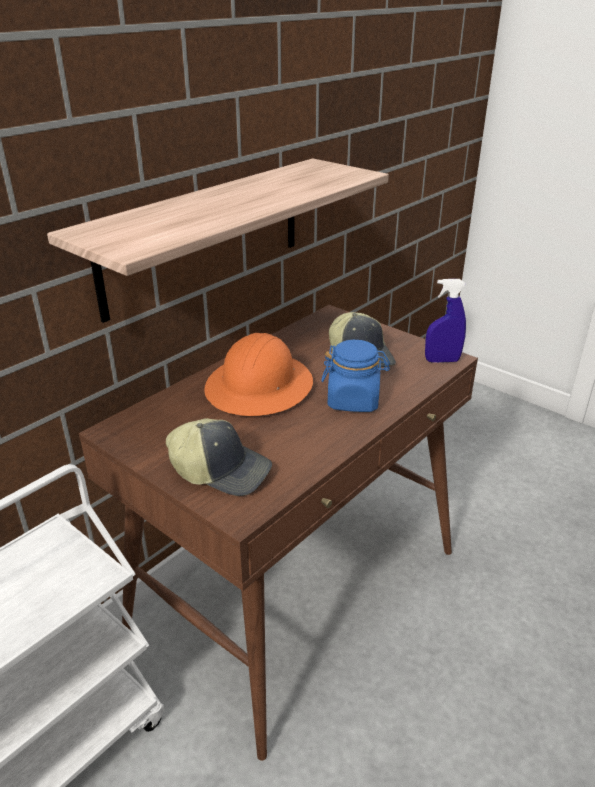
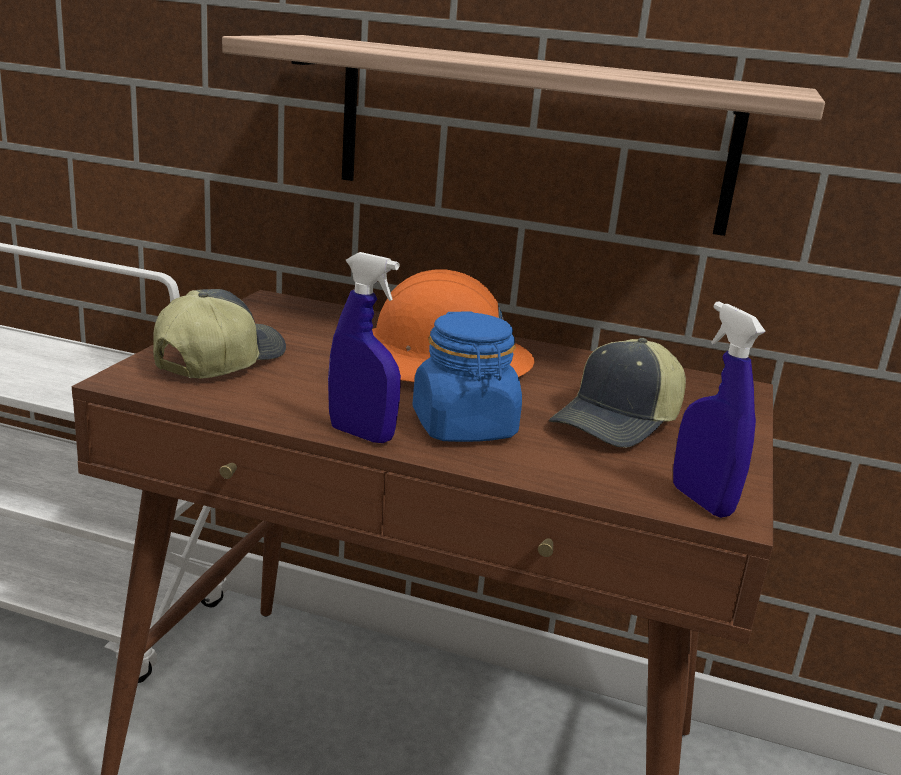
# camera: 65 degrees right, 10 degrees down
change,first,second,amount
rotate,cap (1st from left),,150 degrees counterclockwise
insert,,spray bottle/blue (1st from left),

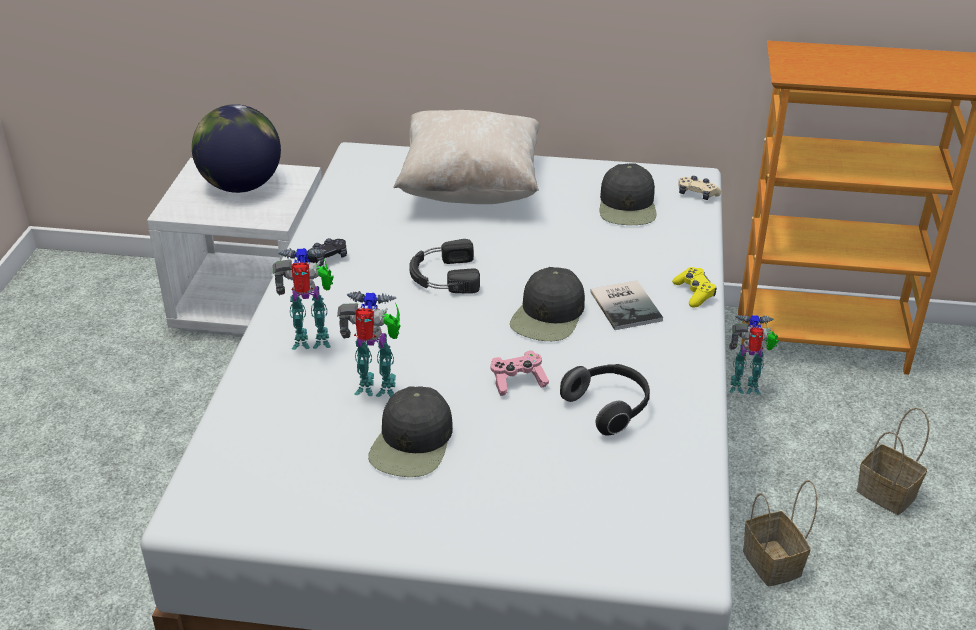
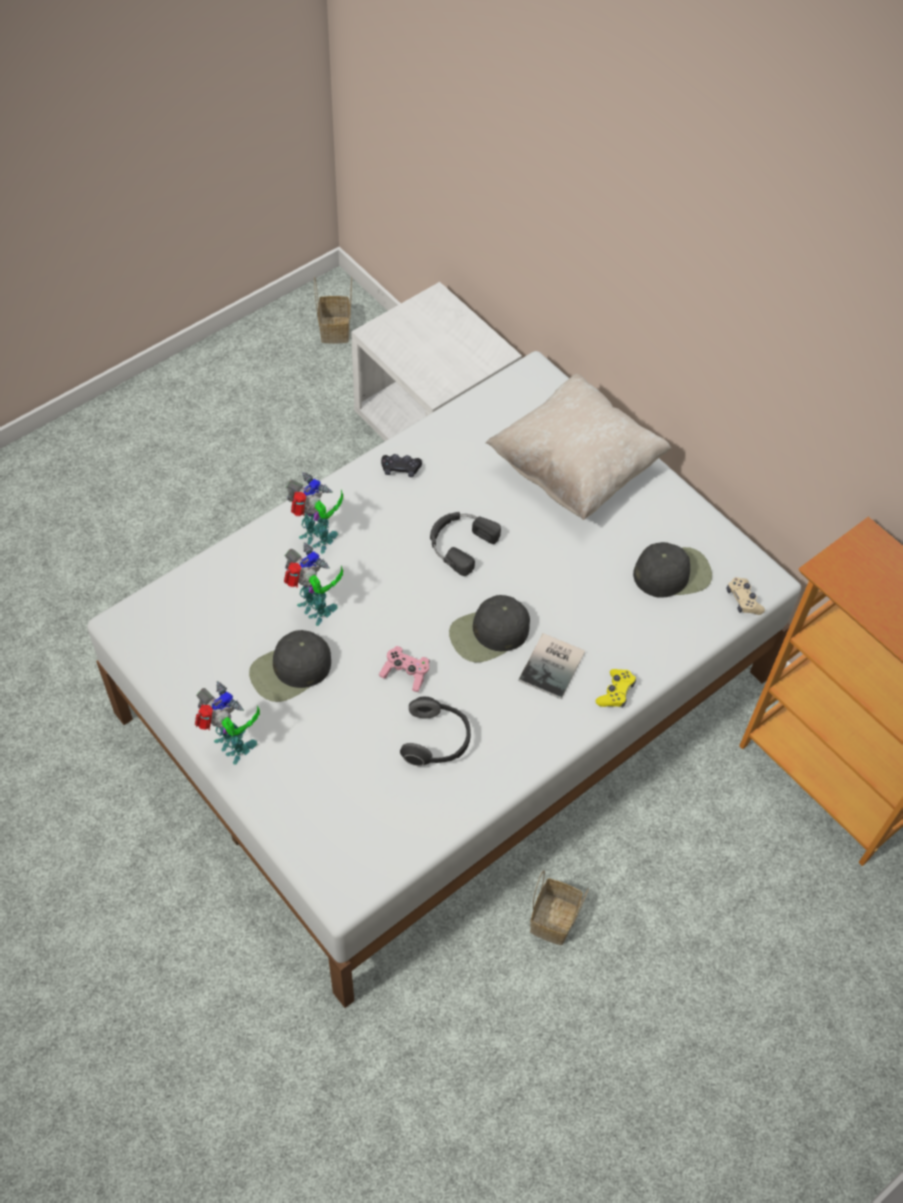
# camera: 40 degrees right, 20 degrees up
change,first,second,amount
move,toy robot (3rd from left in the first image),toy robot (1st from left),
move,basket (2nd from left in the first image),basket (1st from left),
rotate,cap/black (3rd from left),,150 degrees counterclockwise
delete,globe,,

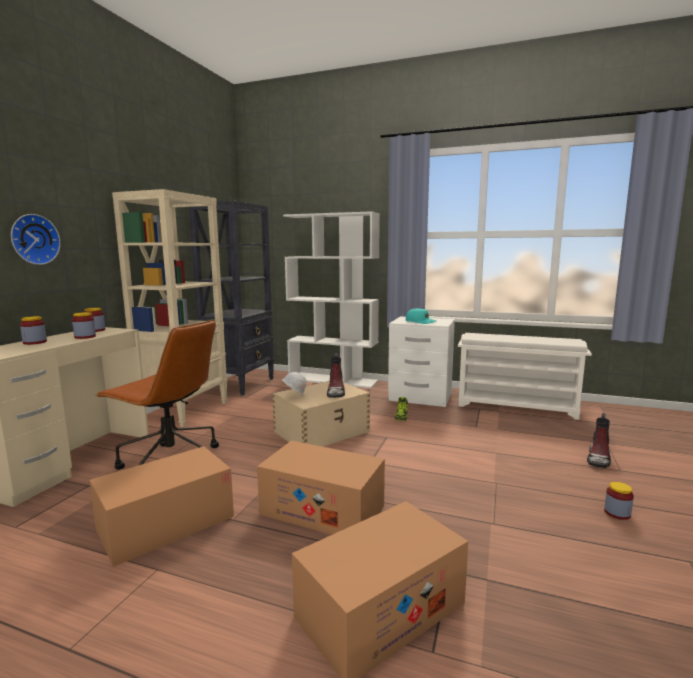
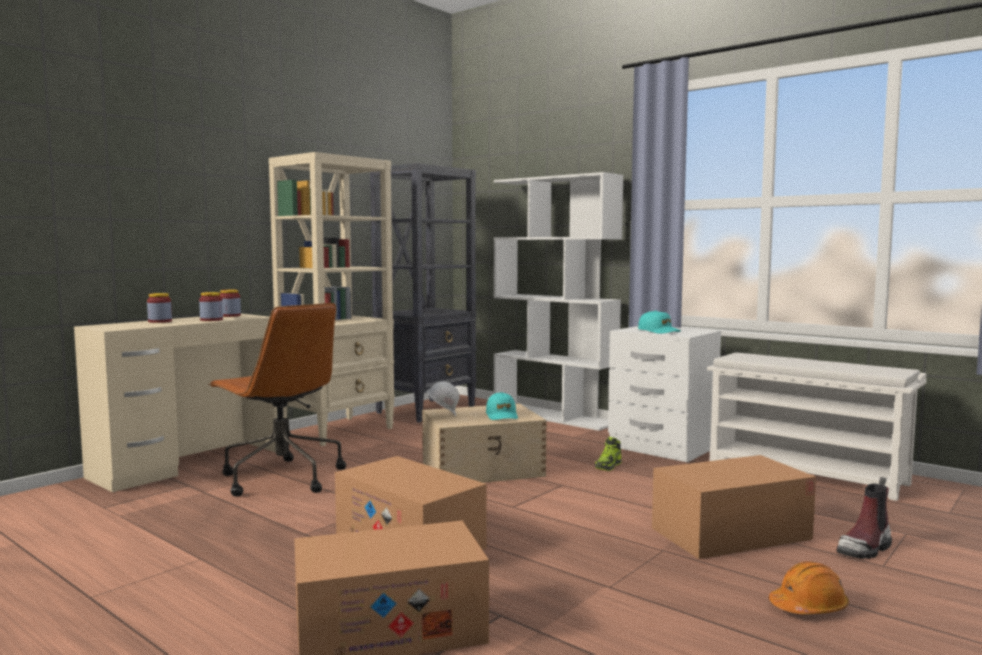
# camera: 20 degrees right, 5 degrees down
change,first,second,amount
replace,boot (1st from left),cap/turquoise (1st from left),
move,cardboard box (1st from left in the first image),cardboard box (3rd from left),
replace,jar (4th from left),hard hat/orange,
delete,wall clock,,

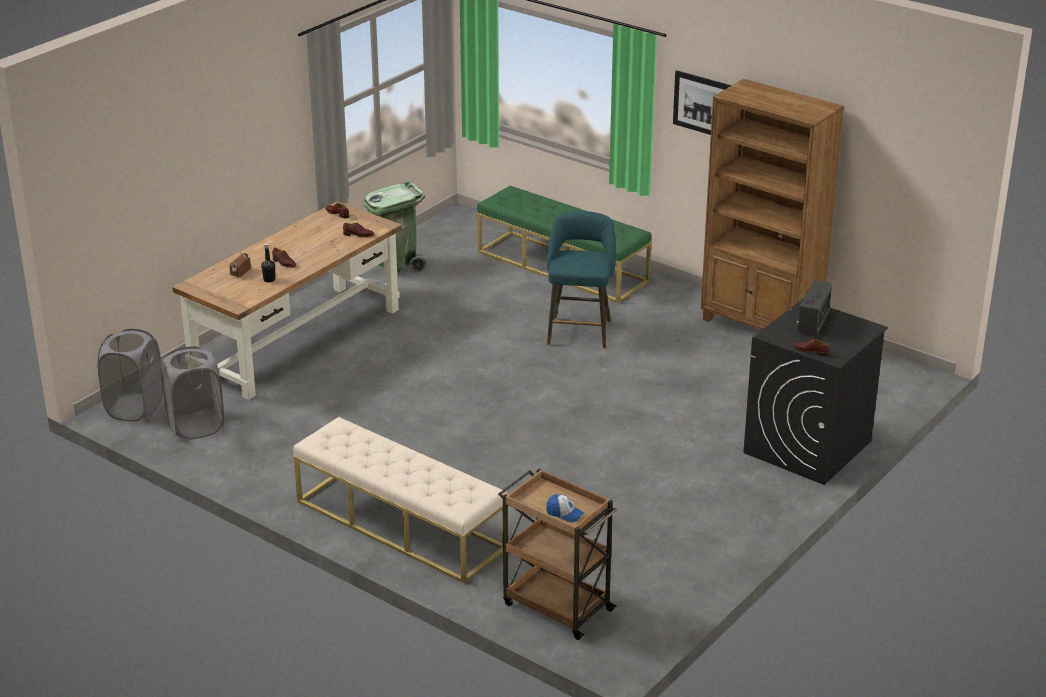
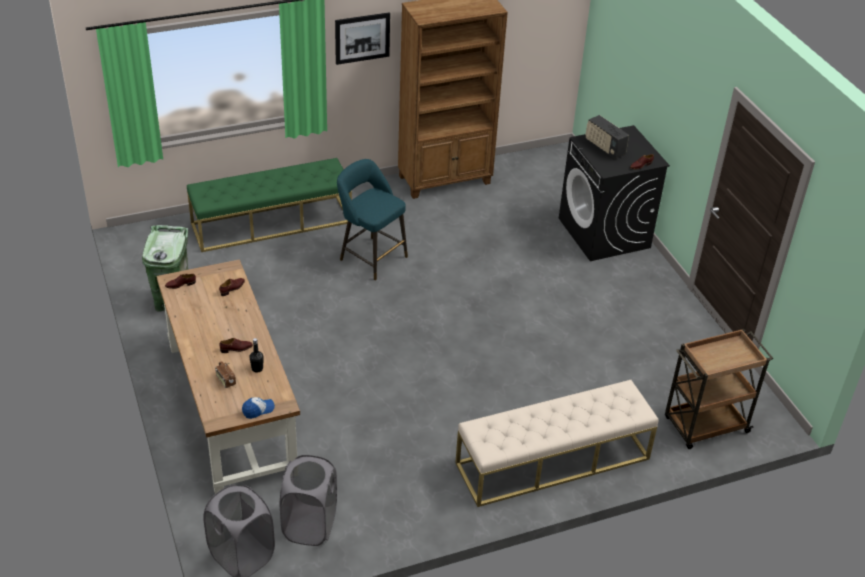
# camera: 60 degrees left, 10 degrees up
change,first,second,amount
move,cap,,

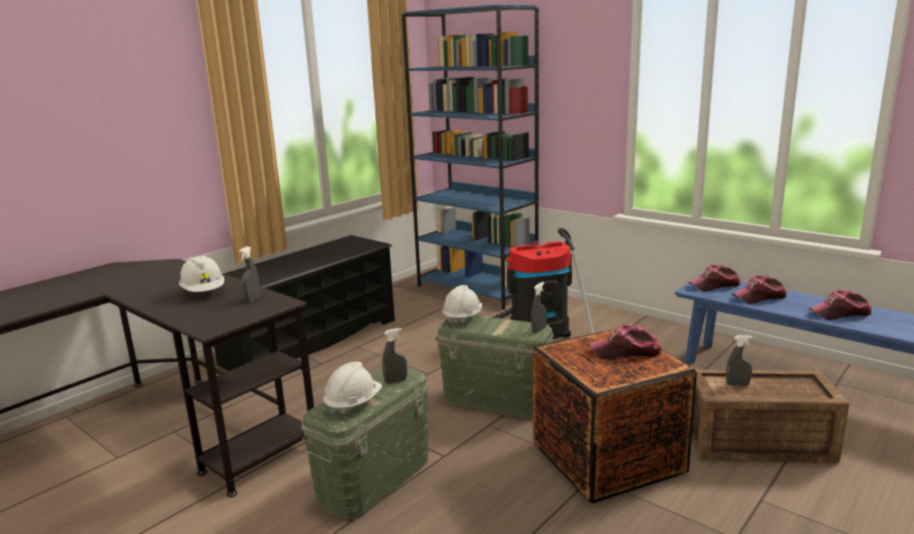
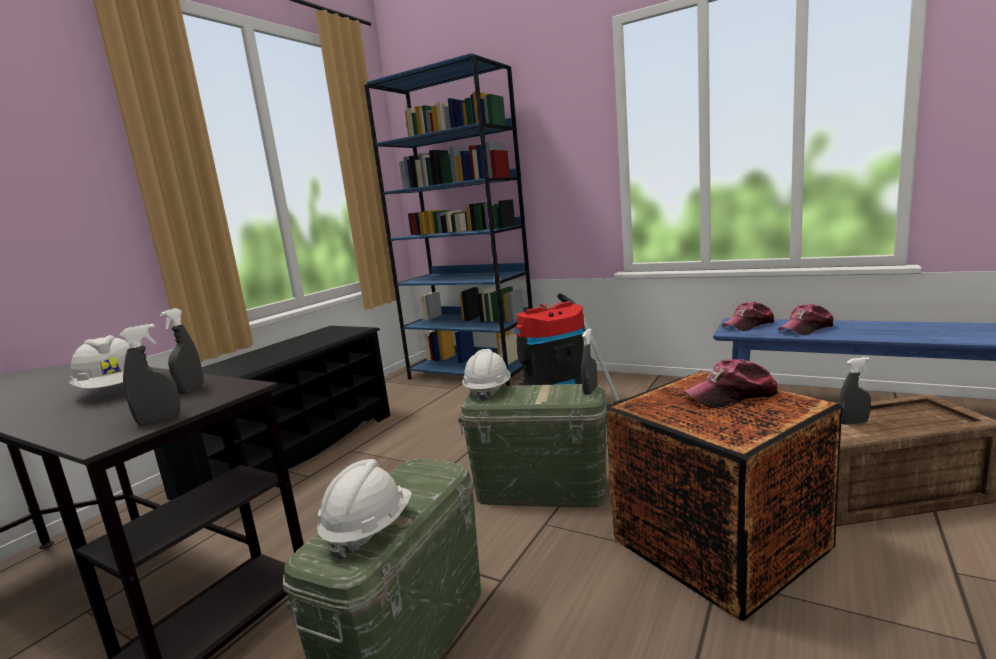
# camera: 10 degrees left, 5 degrees down
change,first,second,amount
move,spray bottle/grey (2nd from left in the first image),spray bottle/grey (1st from left),
delete,cap (4th from left),,

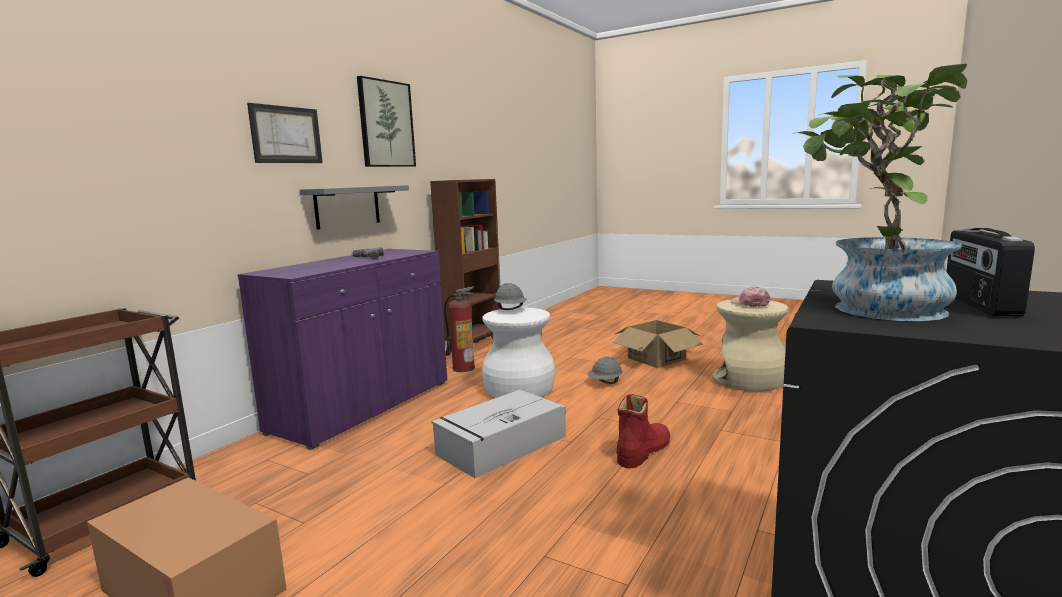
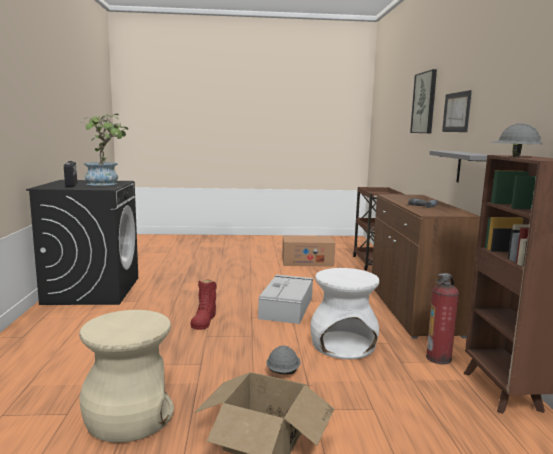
# camera: 145 degrees right, 0 degrees up
change,first,second,amount
recolor,cabinet/purple,cabinet/brown,
move,picture (2nd from left in the first image),picture (1st from left),
move,hard hat/grey (1st from left in the first image),hard hat/grey (2nd from left),
delete,cap/pink,,

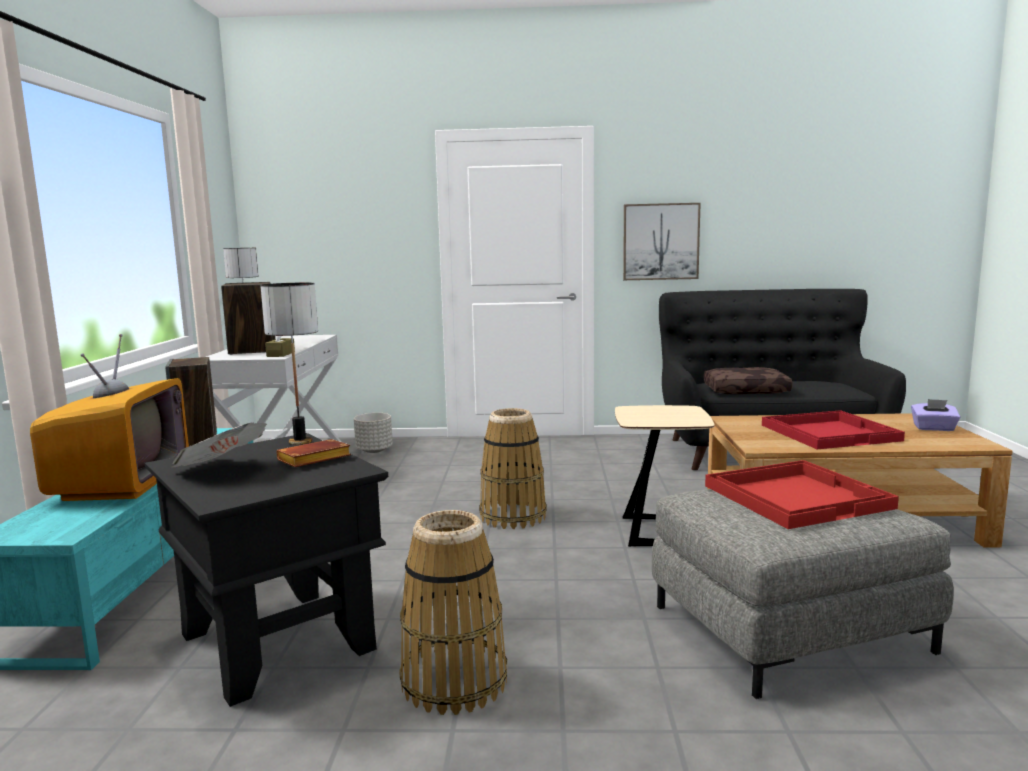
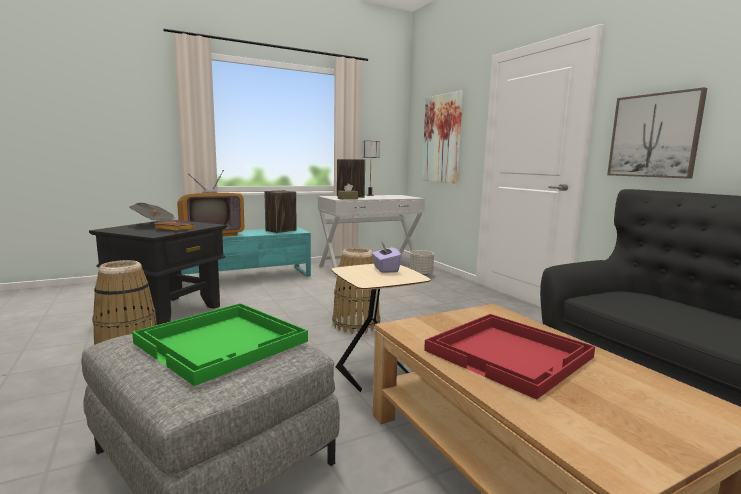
# camera: 60 degrees right, 0 degrees up
change,first,second,amount
recolor,tray/red (1st from left),tray/green,
move,tissue box/purple,,
insert,,picture (1st from left),
delete,table lamp (2nd from left),,
delete,pillow/brown,,

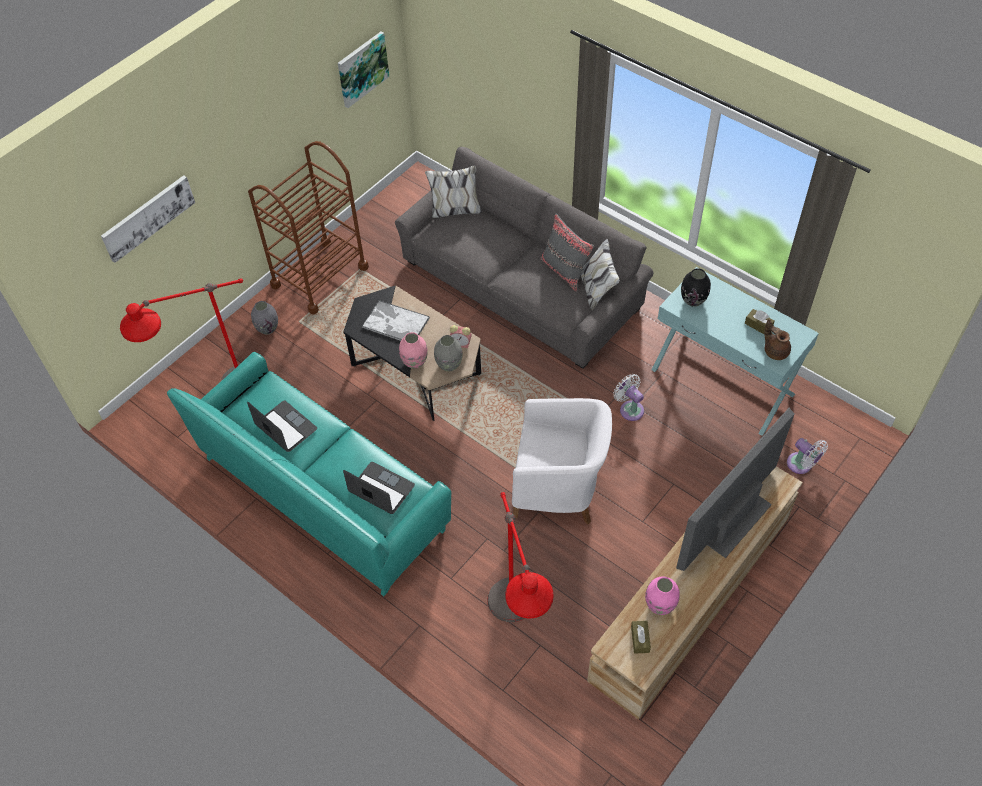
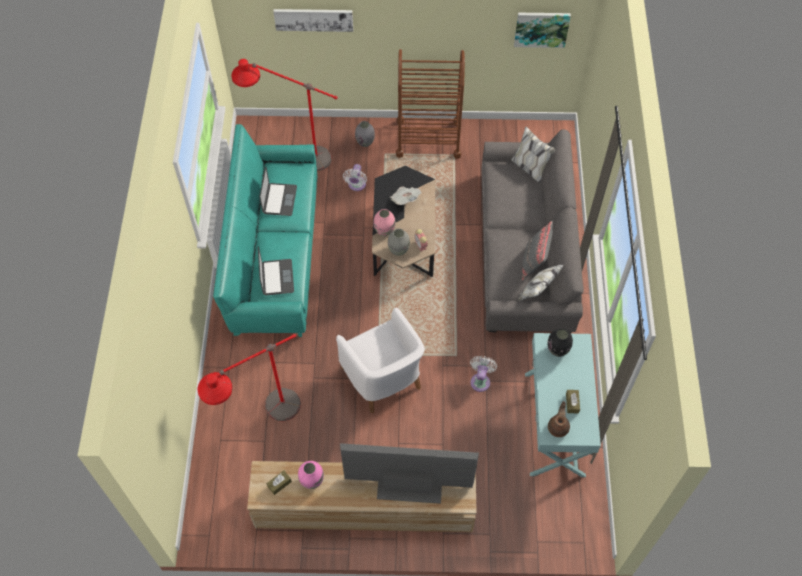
# camera: 50 degrees right, 5 degrees up
change,first,second,amount
move,fan/white (2nd from left in the first image),fan/white (1st from left),
replace,tray,newspaper,

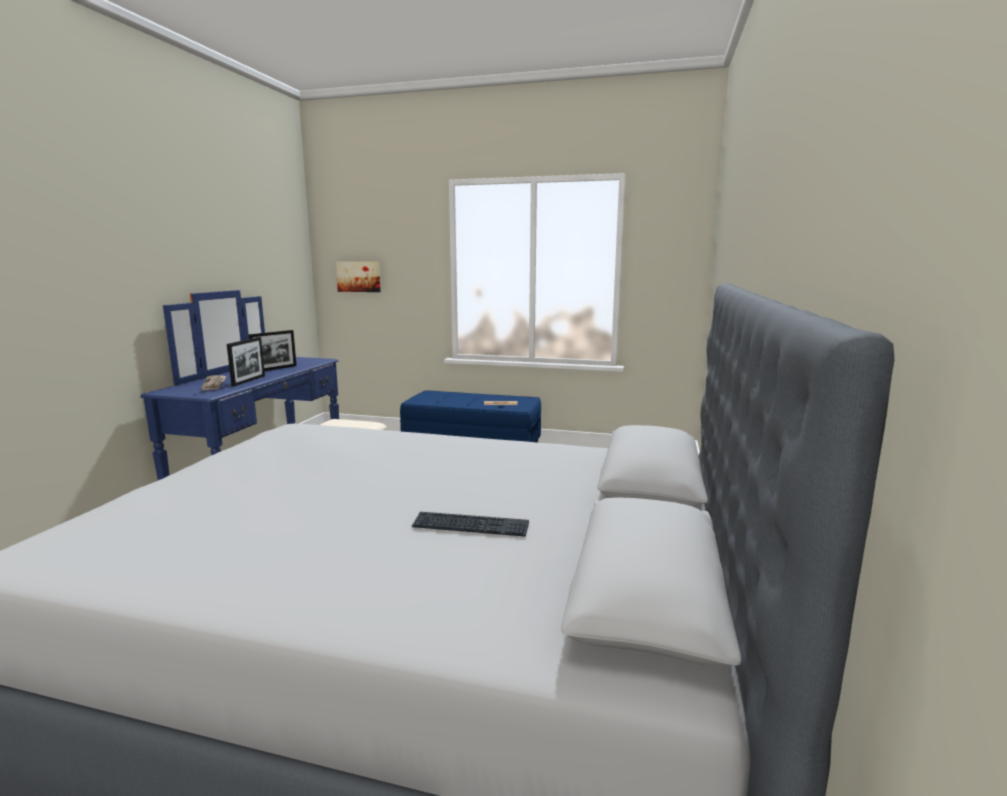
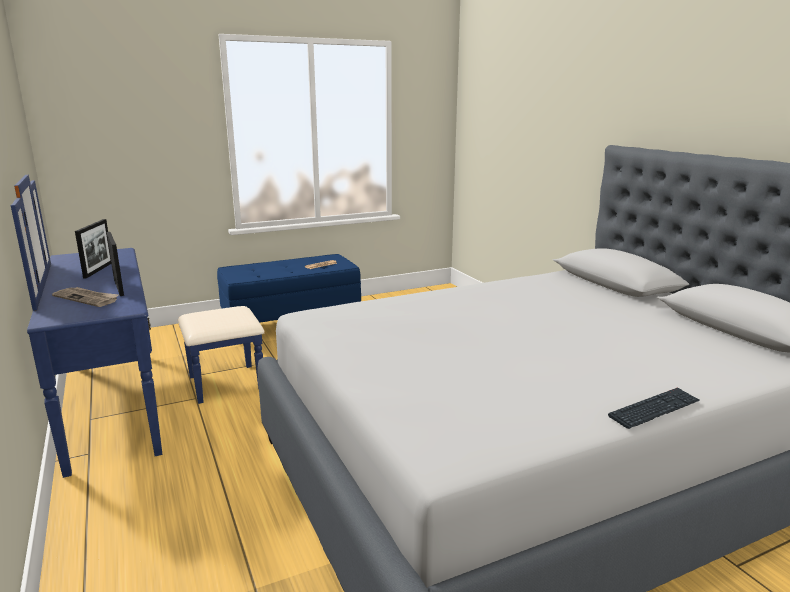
# camera: 40 degrees left, 5 degrees up
change,first,second,amount
move,keyboard,,
delete,picture,,

